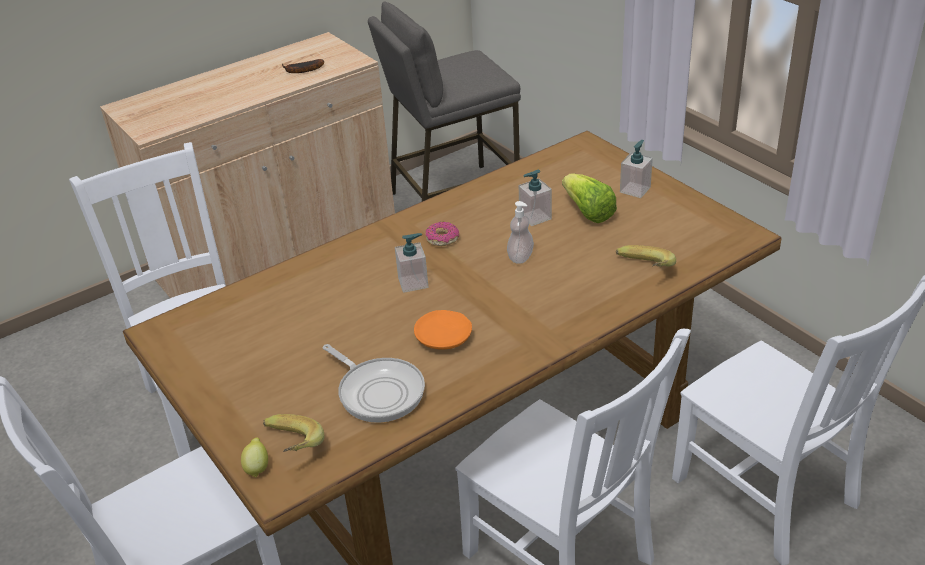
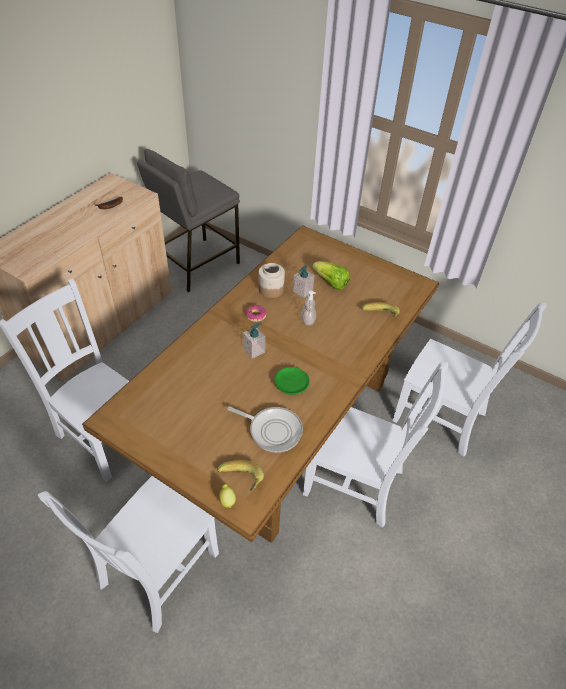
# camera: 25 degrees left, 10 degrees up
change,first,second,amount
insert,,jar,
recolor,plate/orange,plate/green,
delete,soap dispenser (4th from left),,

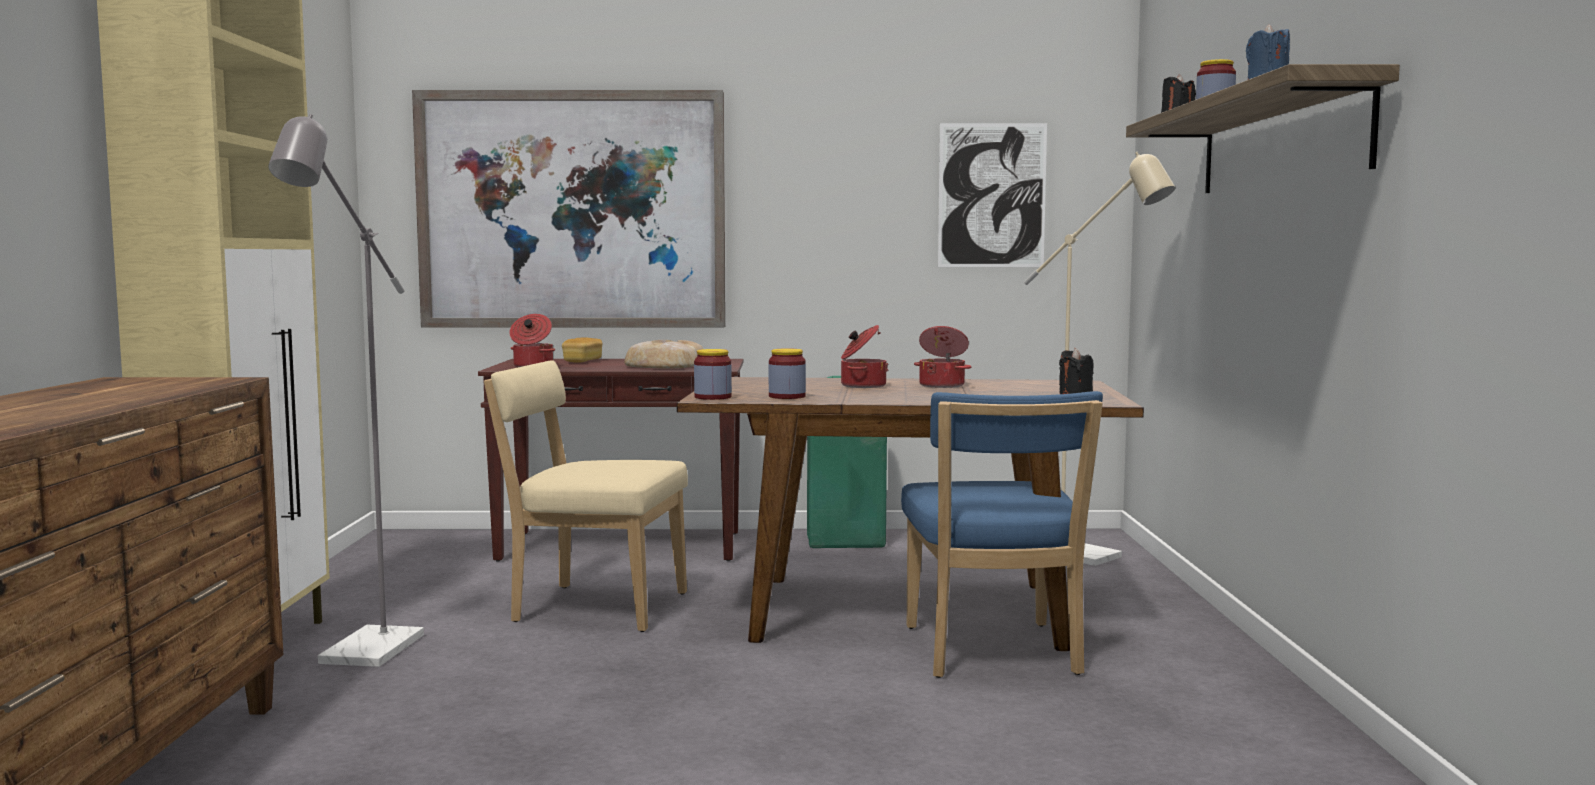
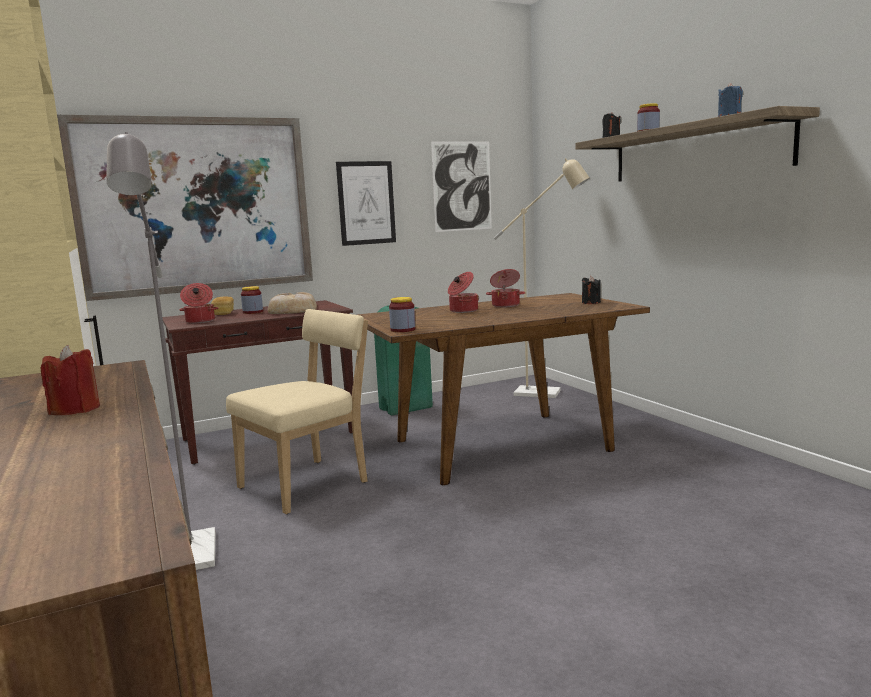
# camera: 25 degrees left, 5 degrees up
change,first,second,amount
insert,,candle/red,
rotate,chair/beige,,150 degrees clockwise
move,jar (2nd from left in the first image),jar (1st from left),
insert,,picture (2nd from left),
delete,chair/blue,,

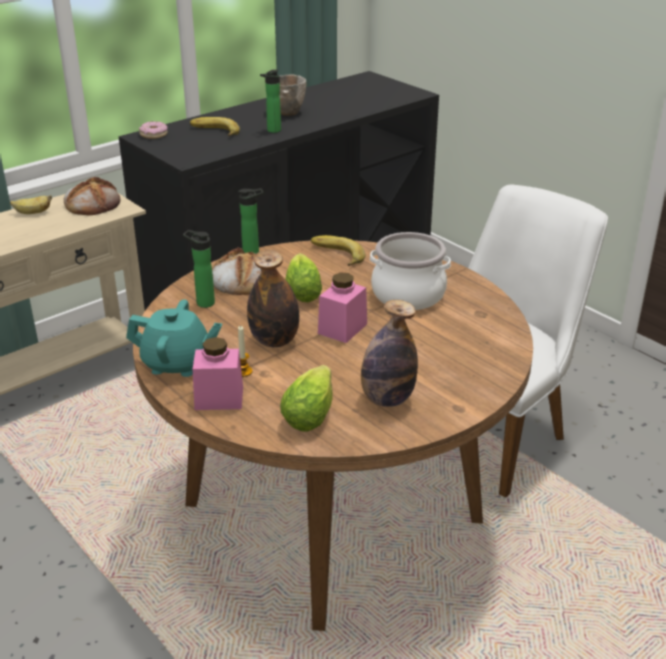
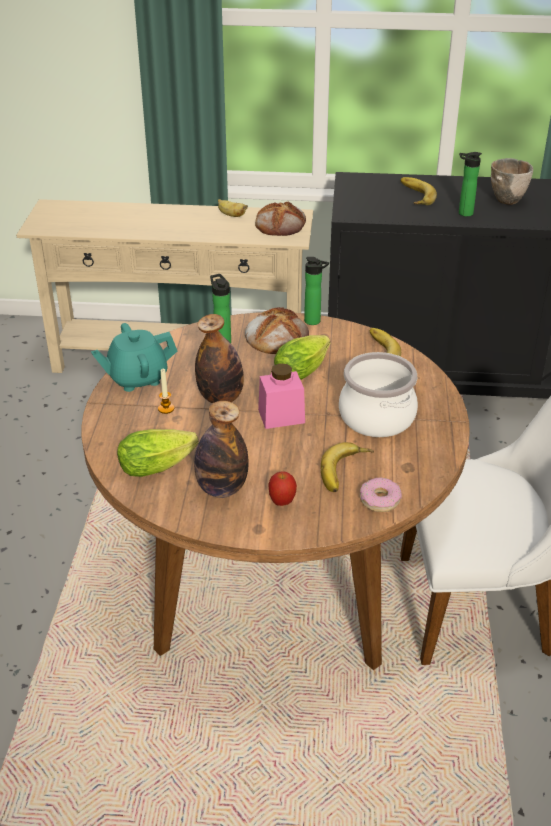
# camera: 45 degrees right, 5 degrees up
change,first,second,amount
rotate,teapot/turquoise,,105 degrees clockwise
insert,,apple,
insert,,banana (2nd from left),
move,donut,,
delete,jar/pink (1st from left),,

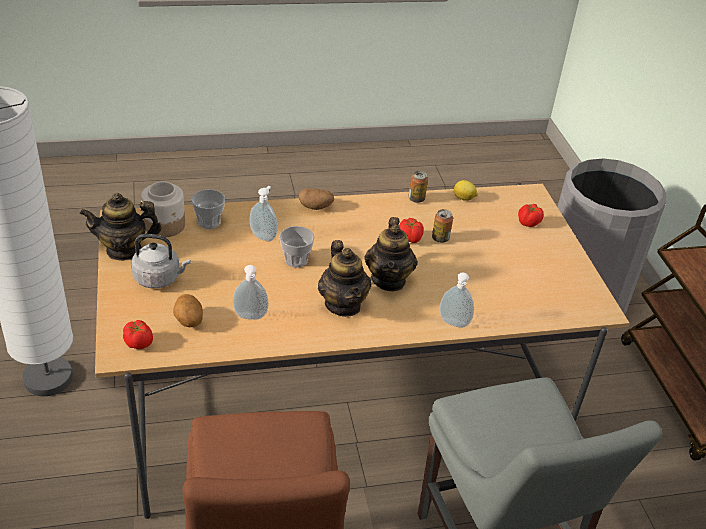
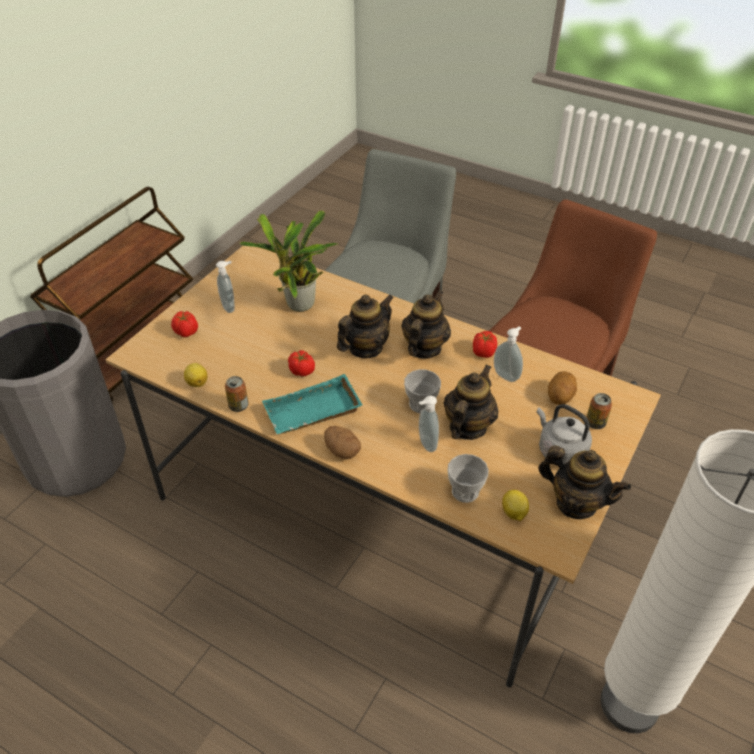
# camera: 135 degrees left, 5 degrees up
change,first,second,amount
move,soap dispenser (3rd from left in the first image),soap dispenser (1st from left),
insert,,potted plant,
insert,,tray/turquoise,
insert,,teapot (3rd from left),
move,tomato (1st from left in the first image),tomato (3rd from left),
replace,jar,lemon (2nd from left),
move,can (2nd from left),,

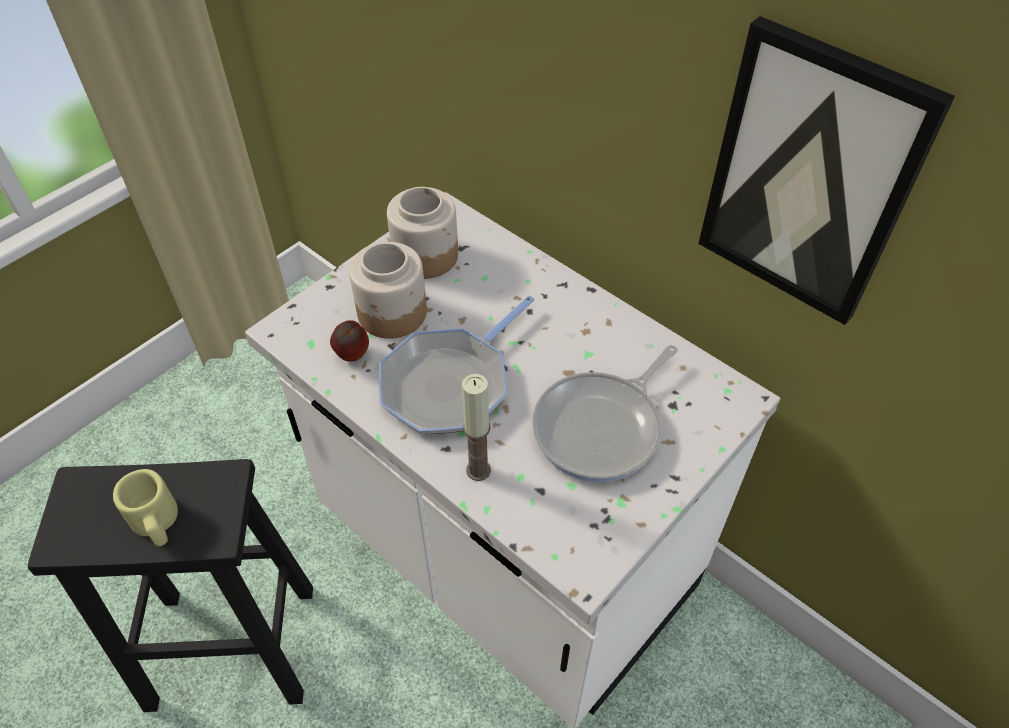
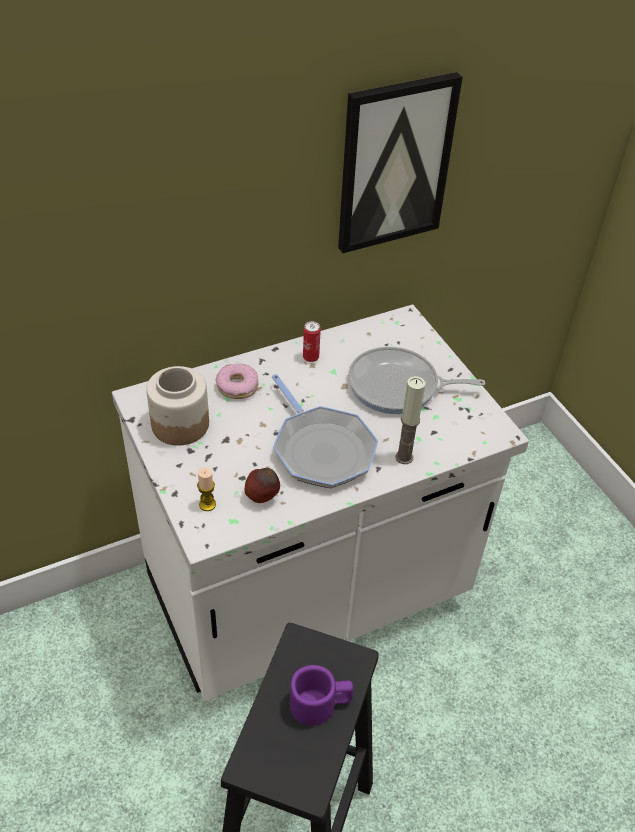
# camera: 70 degrees left, 5 degrees down
change,first,second,amount
insert,,candle (1st from left),
insert,,donut,
recolor,mug/beige,mug/purple,
insert,,can,
rotate,frying pan (2nd from left),,120 degrees clockwise
delete,jar (1st from left),,

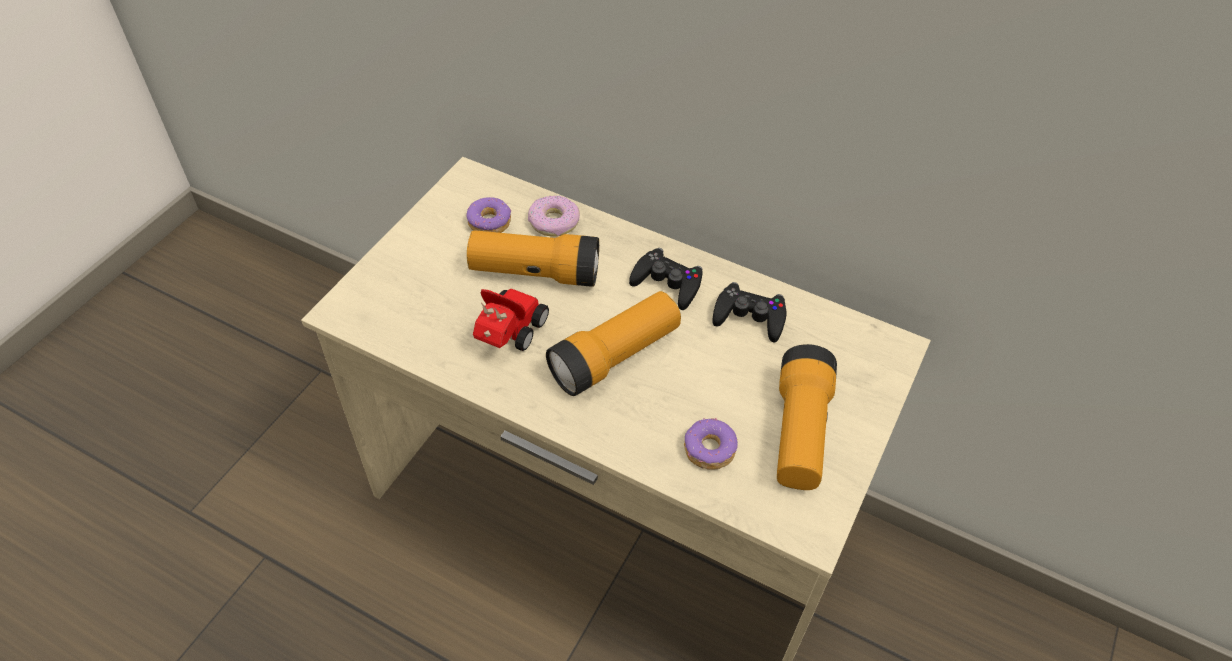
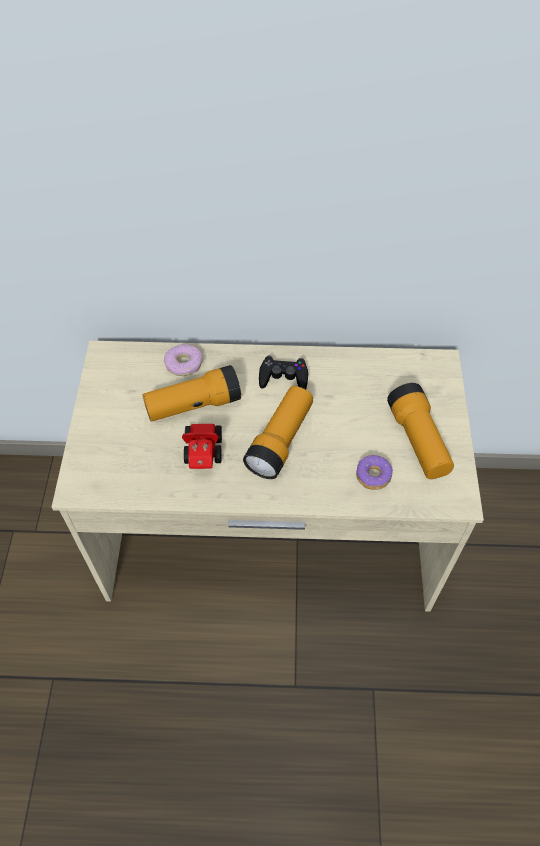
# camera: 25 degrees left, 5 degrees up
change,first,second,amount
delete,donut (1st from left),,
delete,game controller/black (2nd from left),,

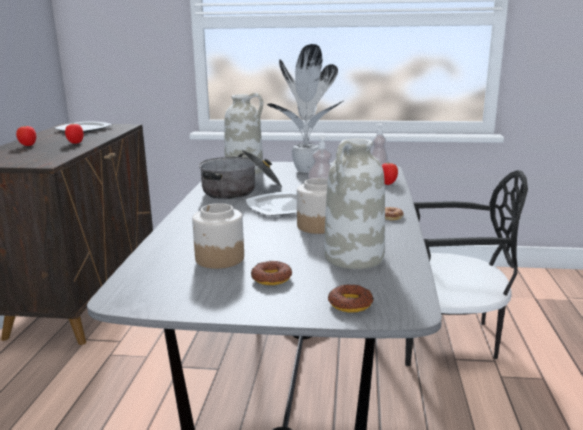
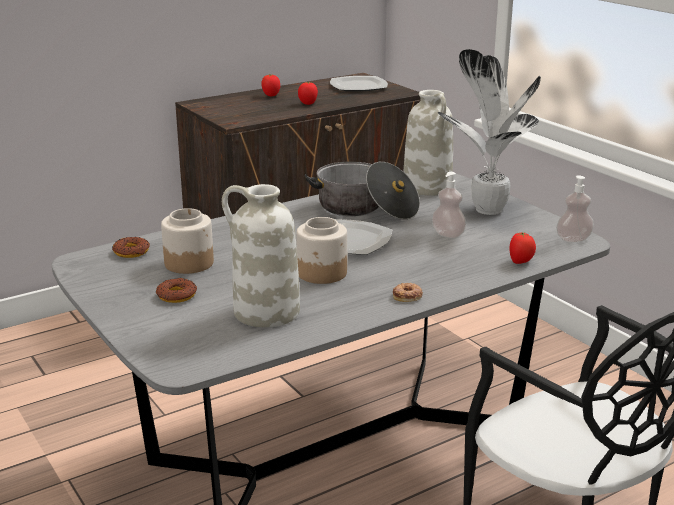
# camera: 50 degrees right, 5 degrees up
change,first,second,amount
move,donut (2nd from left in the first image),donut (1st from left),

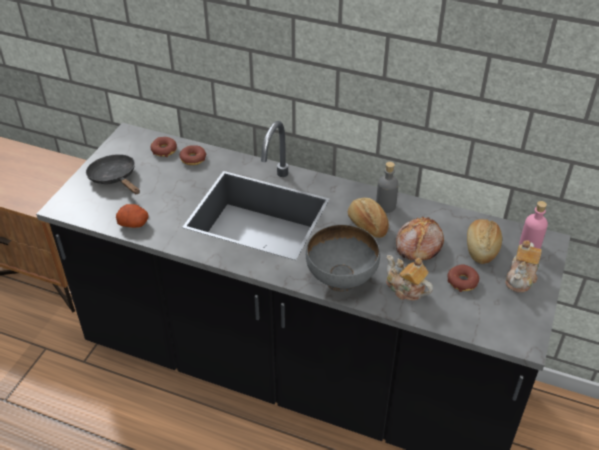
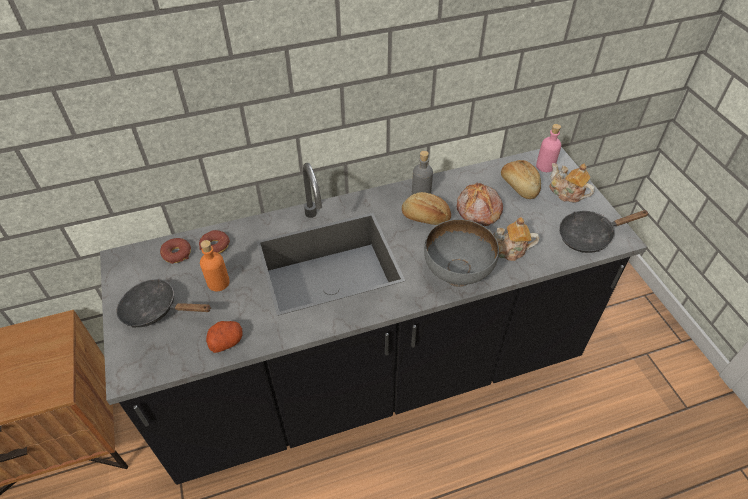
# camera: 40 degrees left, 5 degrees up
change,first,second,amount
insert,,bottle/orange,
rotate,teapot (2nd from left),,150 degrees clockwise
insert,,frying pan/black (2nd from left),
delete,donut (3rd from left),,

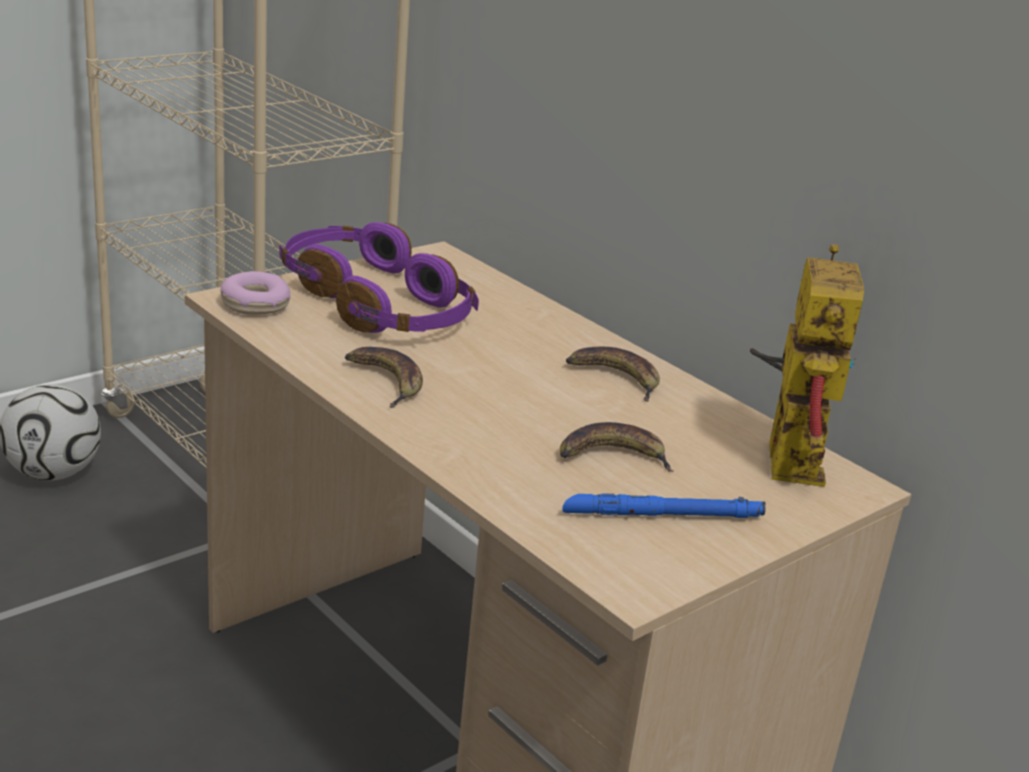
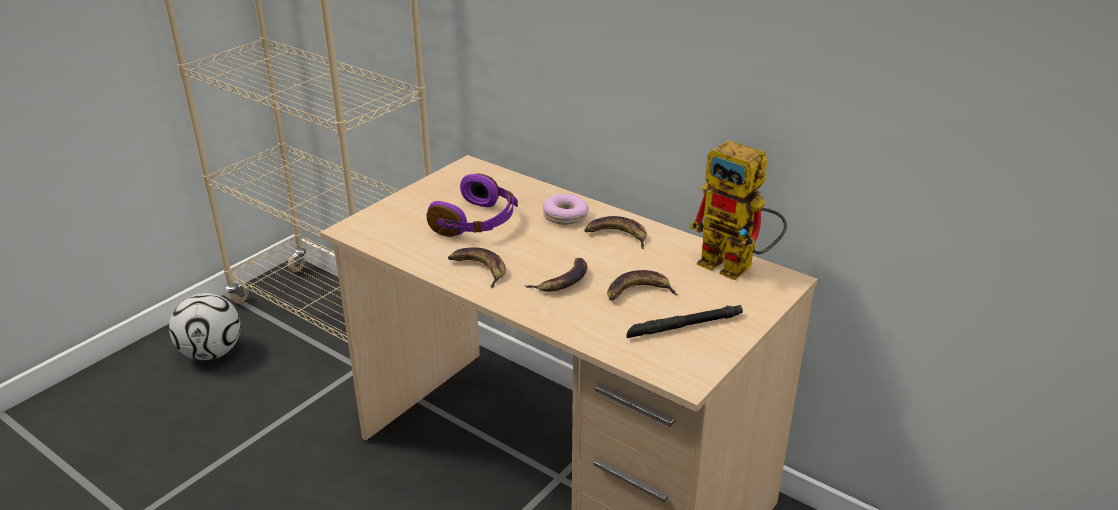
# camera: 10 degrees left, 5 degrees up
change,first,second,amount
insert,,banana (2nd from left),
move,donut,,
recolor,flashlight/blue,flashlight/black,
rotate,toy robot,,135 degrees clockwise
delete,headphones/purple (1st from left),,

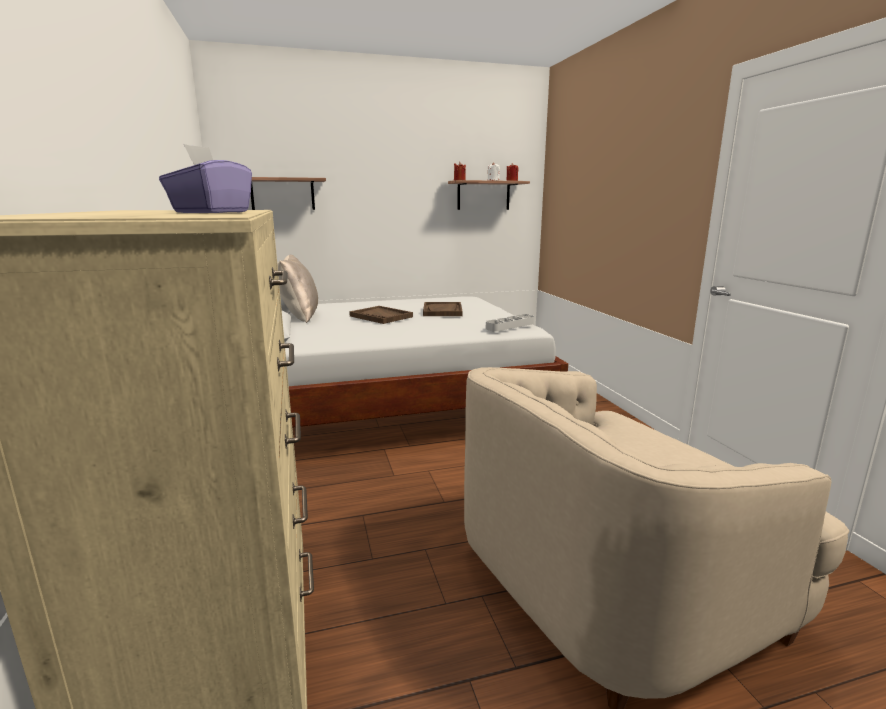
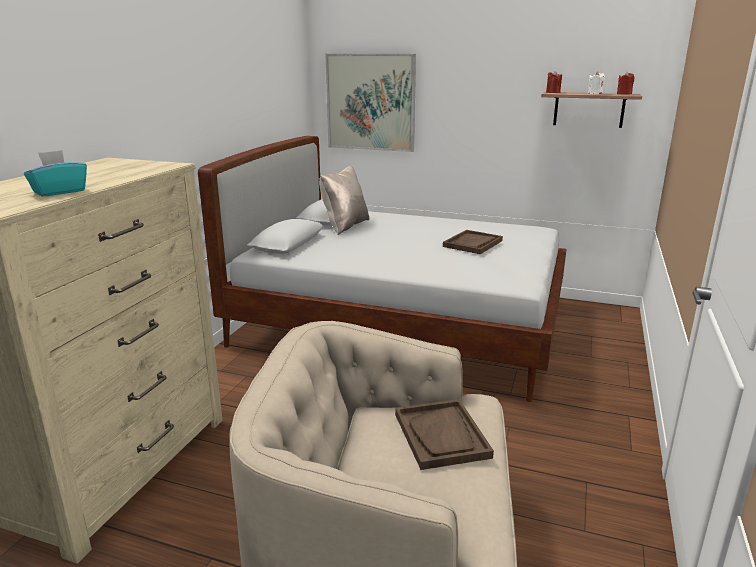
# camera: 35 degrees right, 5 degrees up
change,first,second,amount
recolor,tissue box/purple,tissue box/turquoise,
replace,shelf (1st from left),picture,
move,tray/brown (1st from left),,
delete,tray/grey,,

